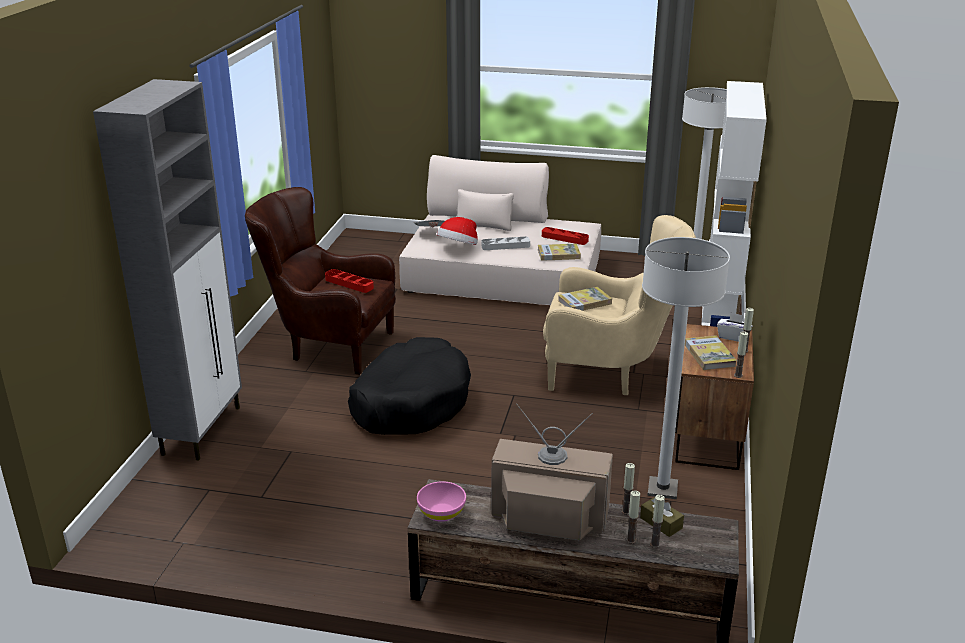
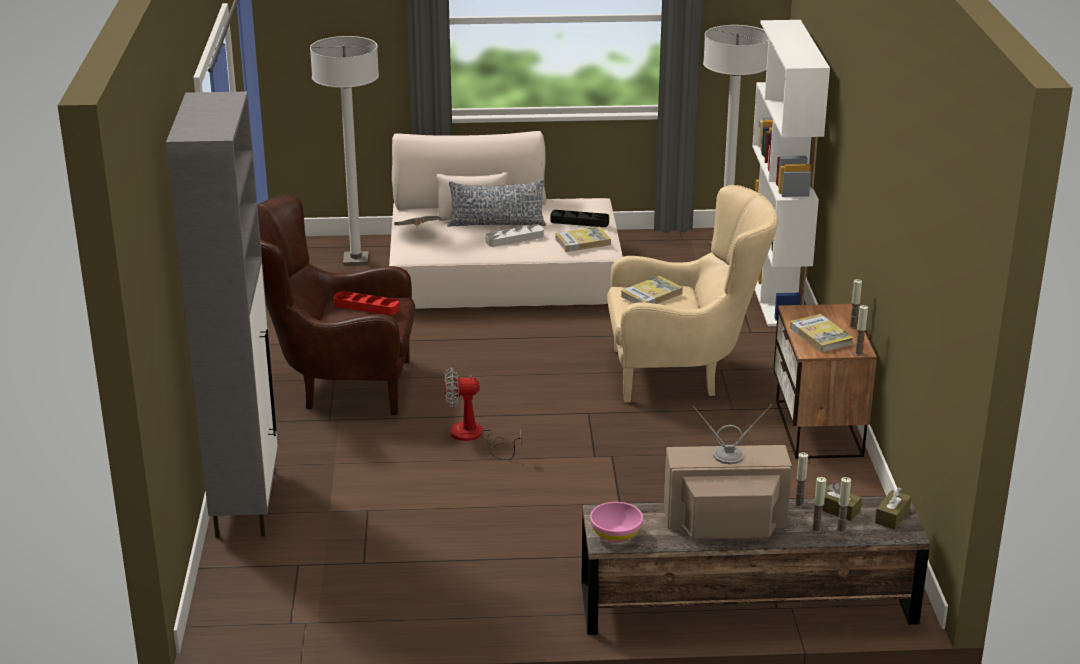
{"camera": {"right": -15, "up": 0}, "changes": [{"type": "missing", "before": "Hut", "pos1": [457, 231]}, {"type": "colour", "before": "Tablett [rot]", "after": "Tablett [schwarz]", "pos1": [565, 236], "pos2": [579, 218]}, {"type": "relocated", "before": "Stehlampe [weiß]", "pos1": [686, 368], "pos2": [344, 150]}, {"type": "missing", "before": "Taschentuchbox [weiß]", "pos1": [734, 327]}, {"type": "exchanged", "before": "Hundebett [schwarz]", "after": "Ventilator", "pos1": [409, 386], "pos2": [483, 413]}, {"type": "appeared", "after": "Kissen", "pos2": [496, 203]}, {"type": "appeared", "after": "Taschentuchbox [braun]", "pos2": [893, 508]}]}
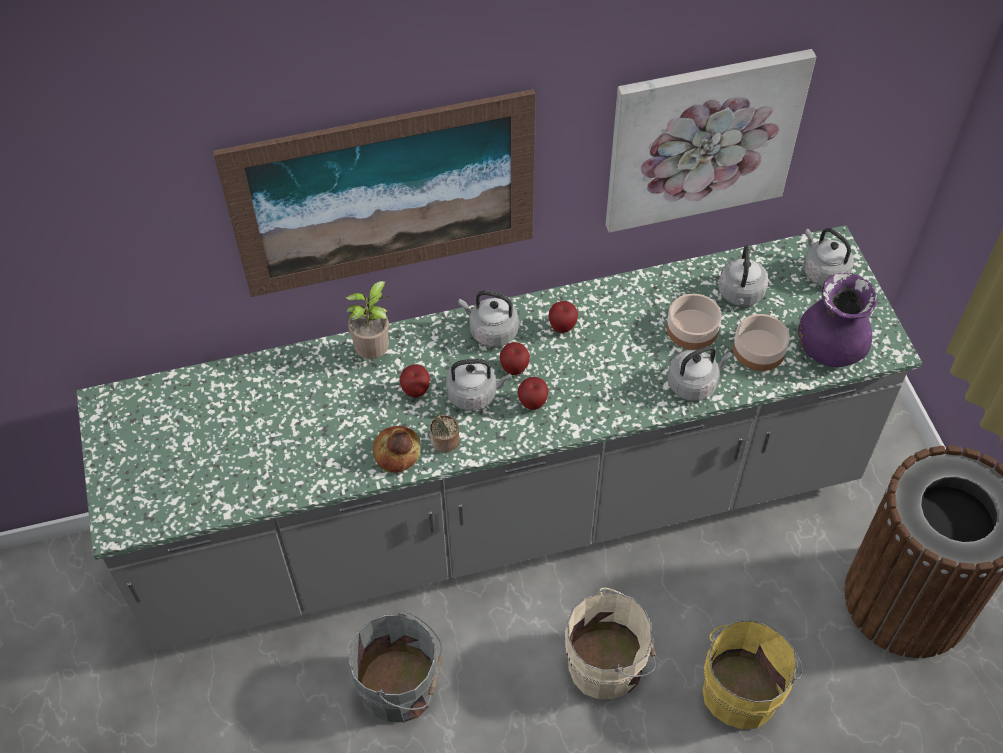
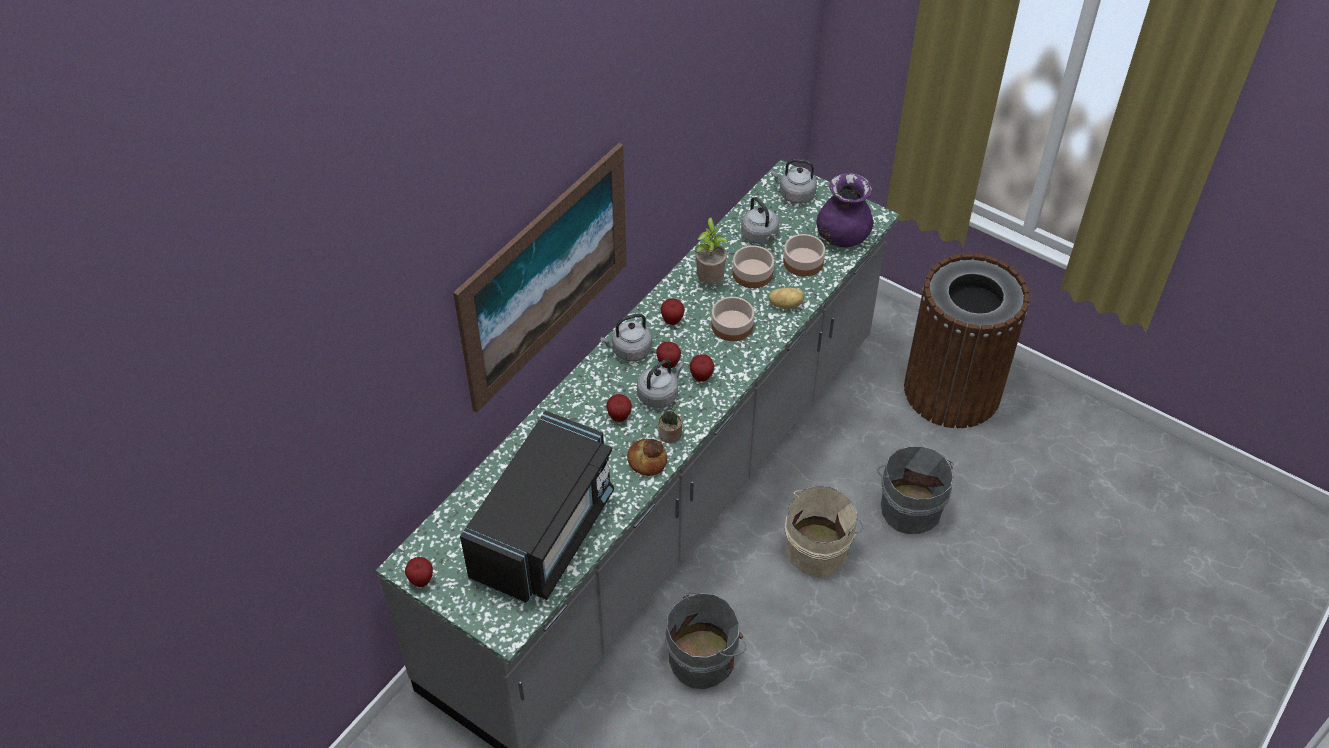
{"camera": {"right": -40, "up": -5}, "changes": [{"type": "missing", "before": "Bild", "pos1": [711, 141]}, {"type": "relocated", "before": "Topfpflanze", "pos1": [367, 320], "pos2": [711, 250]}, {"type": "exchanged", "before": "Wasserkessel [grau]", "after": "Kartoffel", "pos1": [699, 373], "pos2": [786, 298]}, {"type": "colour", "before": "Eimer [gelb]", "after": "Eimer [grau]", "pos1": [753, 674], "pos2": [915, 490]}, {"type": "appeared", "after": "Schüssel", "pos2": [732, 319]}, {"type": "appeared", "after": "Mikrowelle [schwarz]", "pos2": [537, 507]}, {"type": "appeared", "after": "Apfel", "pos2": [419, 572]}]}
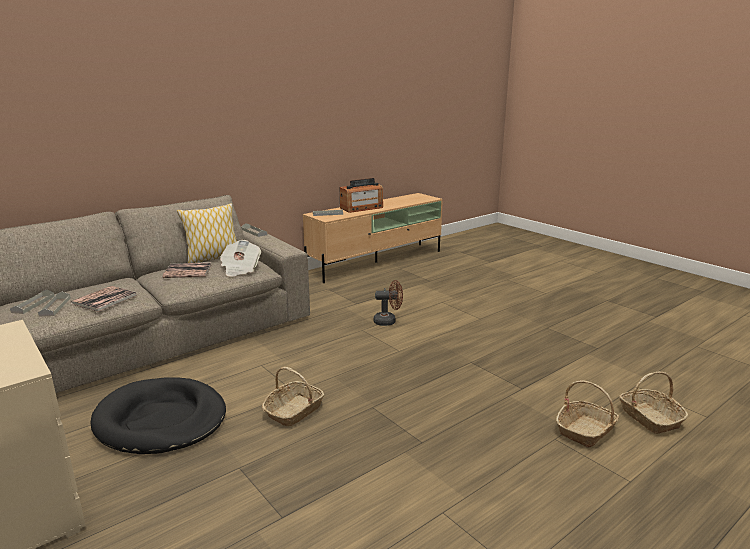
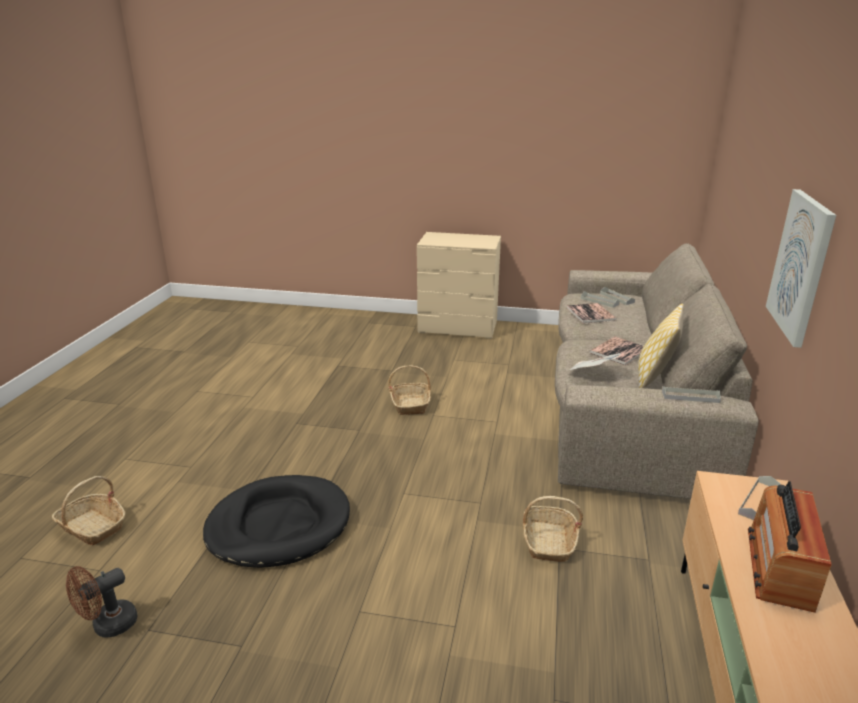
{"camera": {"right": 140, "up": 5}, "changes": [{"type": "relocated", "before": "Ventilator [braun]", "pos1": [388, 303], "pos2": [101, 602]}, {"type": "relocated", "before": "Hundebett [schwarz]", "pos1": [158, 415], "pos2": [276, 521]}, {"type": "relocated", "before": "Korb", "pos1": [587, 414], "pos2": [553, 529]}, {"type": "appeared", "after": "Bild", "pos2": [801, 268]}]}
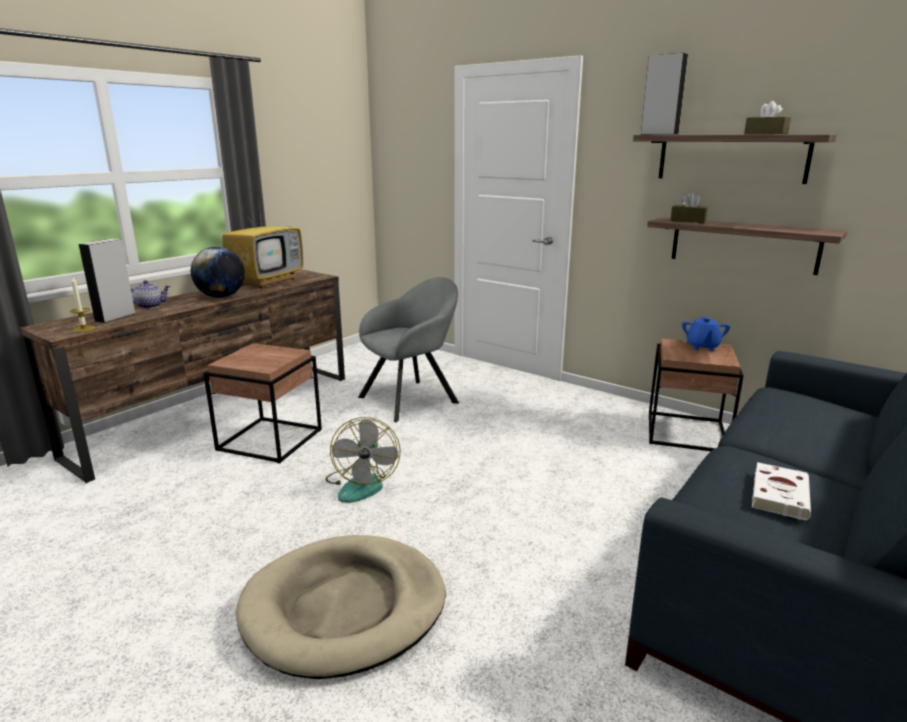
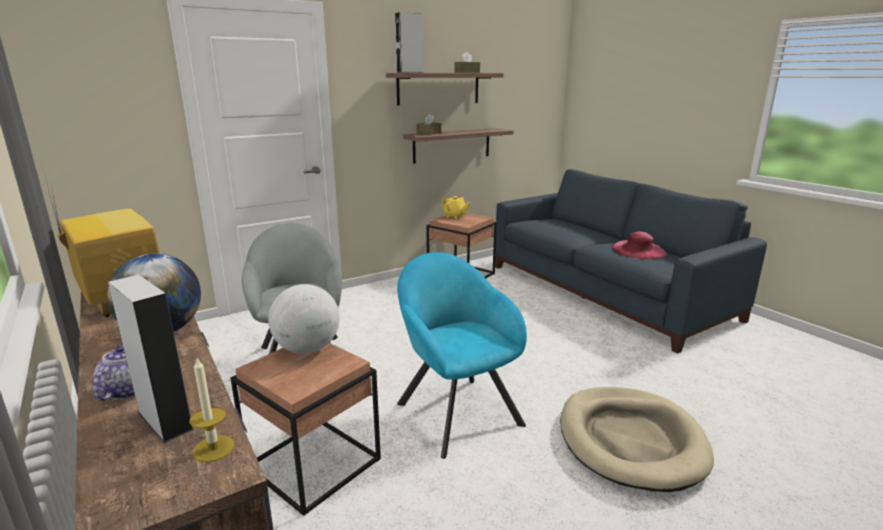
{"camera": {"right": -70, "up": 0}, "changes": [{"type": "colour", "before": "Teekanne [blau]", "after": "Teekanne [gelb]", "pos1": [706, 334], "pos2": [455, 207]}, {"type": "exchanged", "before": "Ventilator", "after": "Sessel [türkis]", "pos1": [362, 460], "pos2": [462, 355]}, {"type": "exchanged", "before": "Buch [weiß]", "after": "Hut [rosa]", "pos1": [781, 491], "pos2": [639, 245]}, {"type": "appeared", "after": "Globus", "pos2": [304, 319]}]}
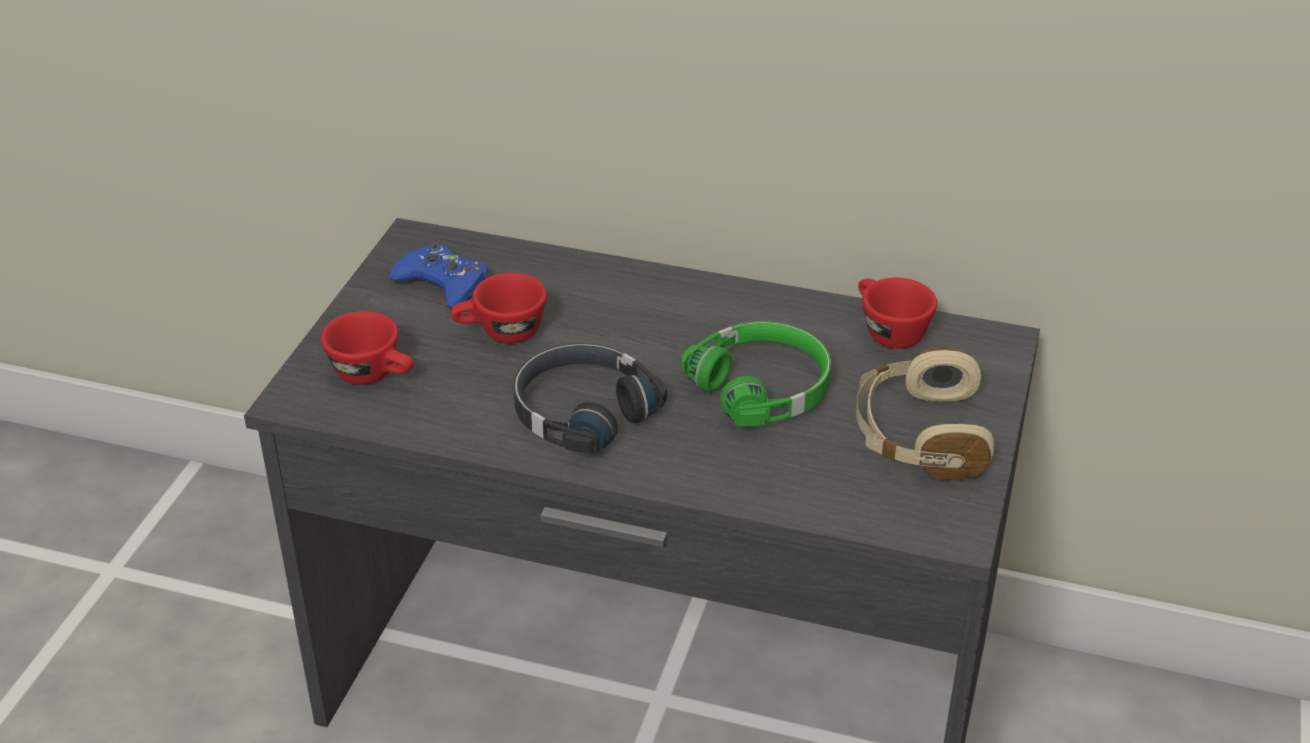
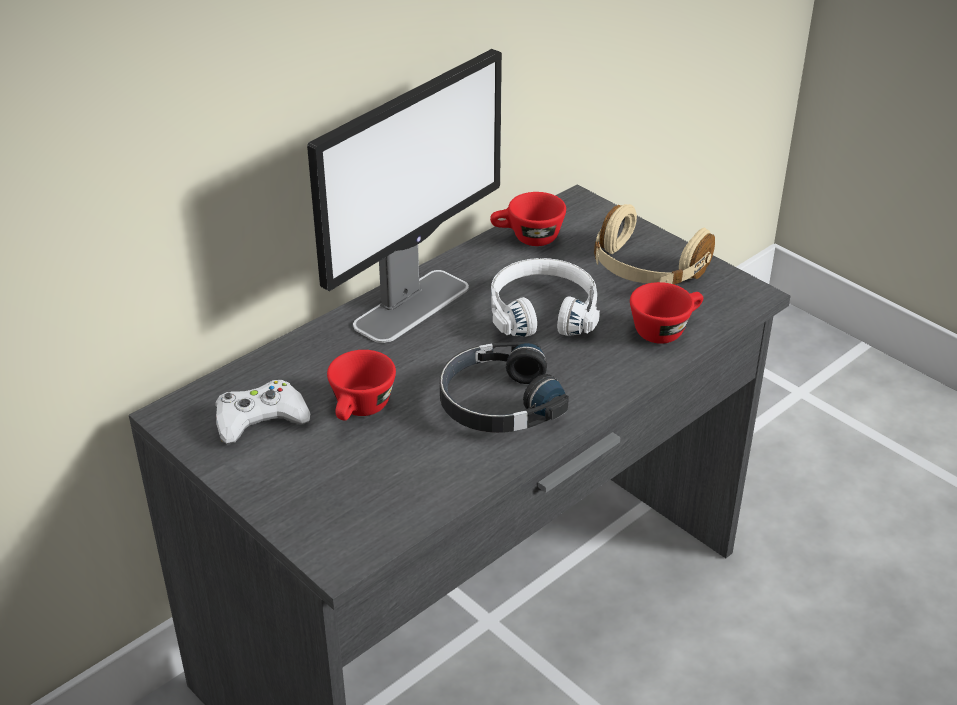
{"camera": {"right": -60, "up": 0}, "changes": [{"type": "colour", "before": "Gamepad [blau]", "after": "Gamepad [weiß]", "pos1": [438, 275], "pos2": [262, 412]}, {"type": "relocated", "before": "Tasse [rot]", "pos1": [367, 348], "pos2": [666, 313]}, {"type": "colour", "before": "Kopfhörer [grün]", "after": "Kopfhörer [weiß]", "pos1": [756, 374], "pos2": [545, 297]}, {"type": "appeared", "after": "Monitor", "pos2": [404, 196]}]}
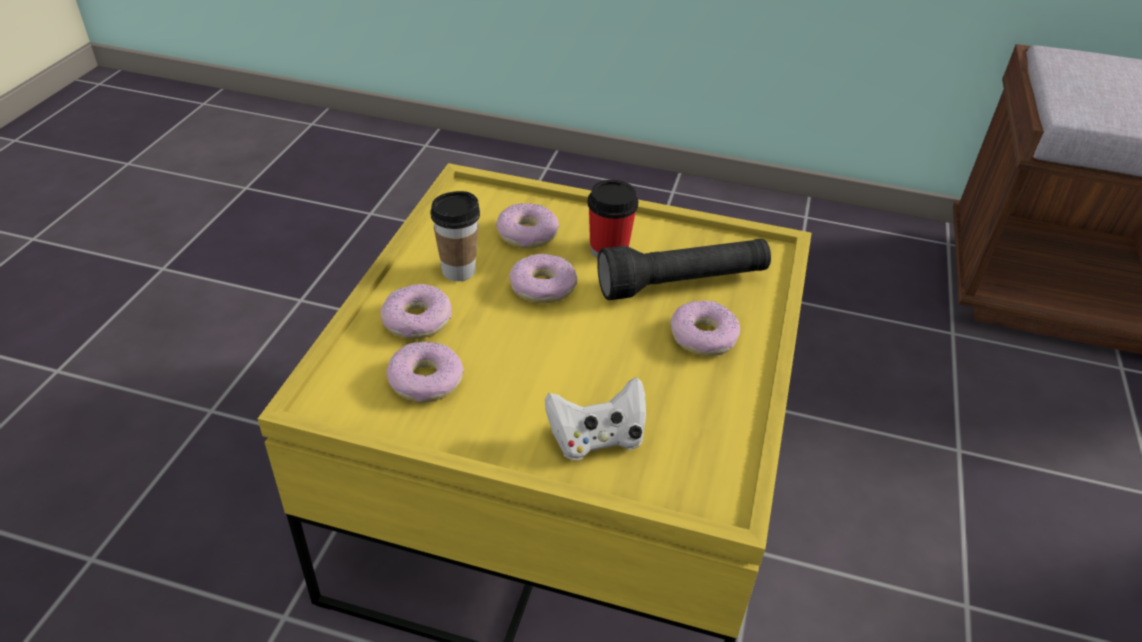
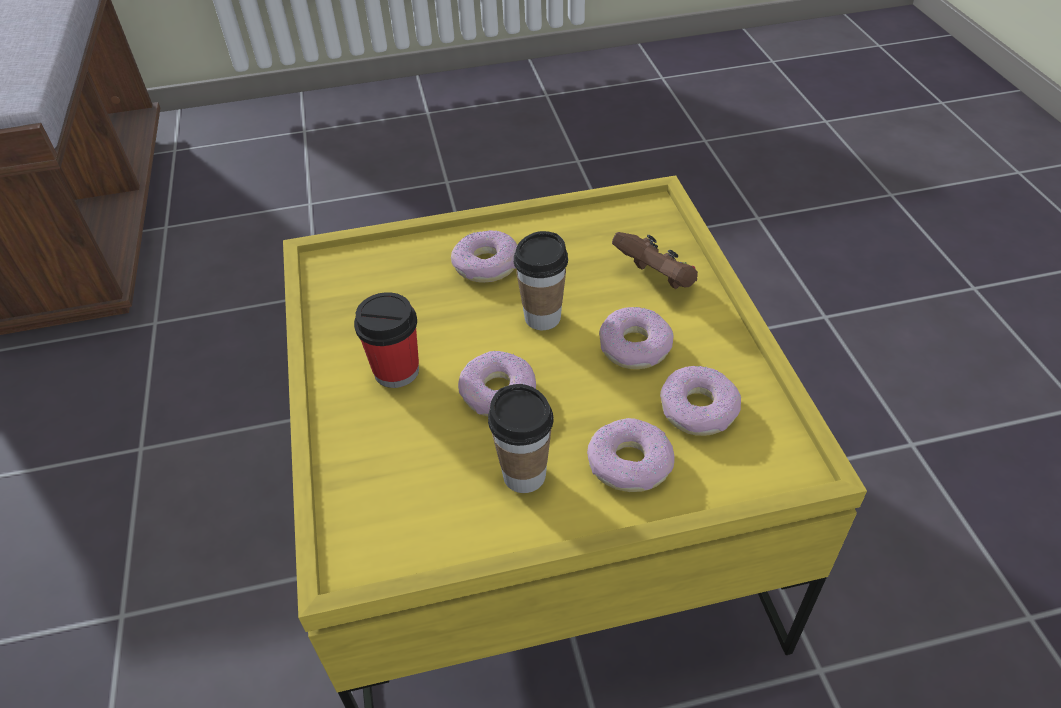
{"camera": {"right": -115, "up": 5}, "changes": [{"type": "relocated", "before": "Donut", "pos1": [527, 225], "pos2": [636, 338]}, {"type": "missing", "before": "Taschenlampe [schwarz]", "pos1": [684, 269]}, {"type": "colour", "before": "Gamepad [weiß]", "after": "Gamepad [braun]", "pos1": [595, 419], "pos2": [655, 260]}, {"type": "appeared", "after": "Tasse", "pos2": [541, 280]}]}
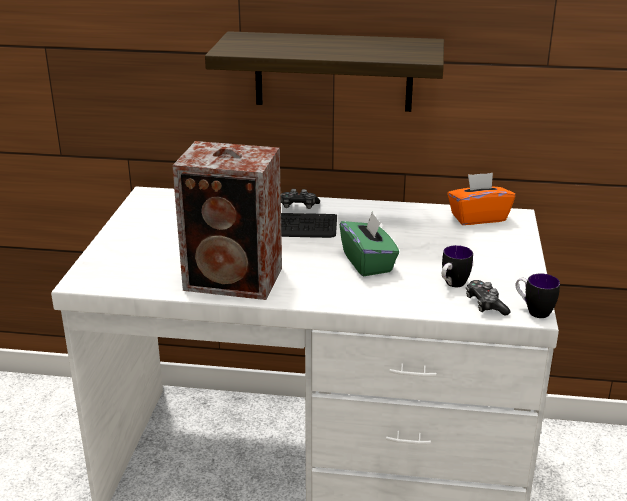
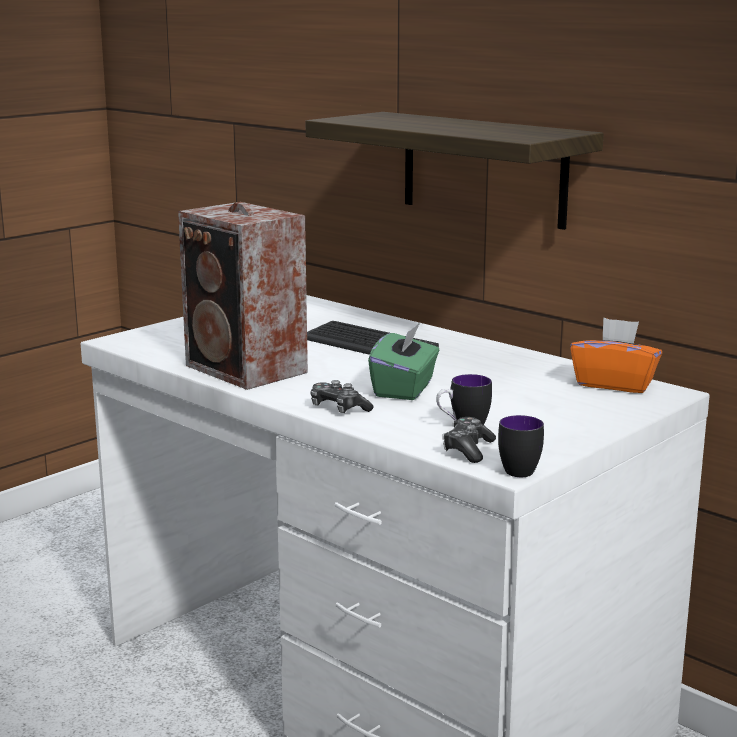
{"camera": {"right": 35, "up": -10}, "changes": [{"type": "relocated", "before": "Gamepad", "pos1": [300, 199], "pos2": [342, 396]}]}
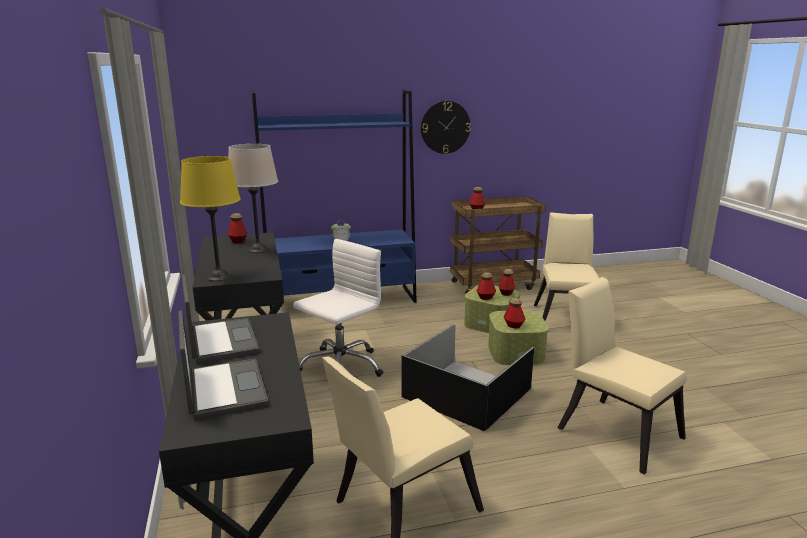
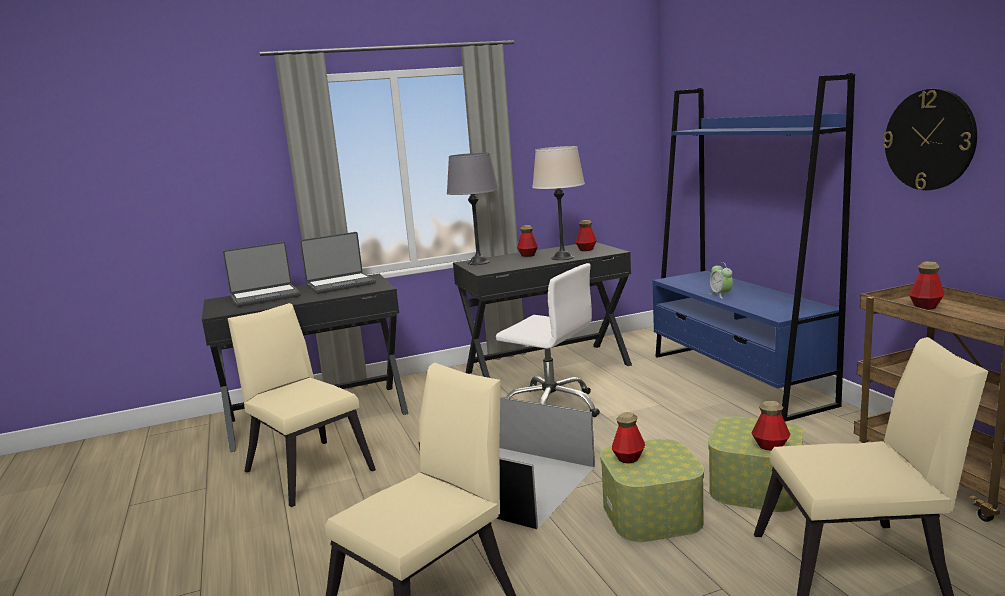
{"camera": {"right": 85, "up": -5}, "changes": [{"type": "colour", "before": "Tischlampe [gelb]", "after": "Tischlampe [grau]", "pos1": [210, 218], "pos2": [472, 208]}, {"type": "relocated", "before": "Flasche", "pos1": [486, 286], "pos2": [527, 241]}]}
